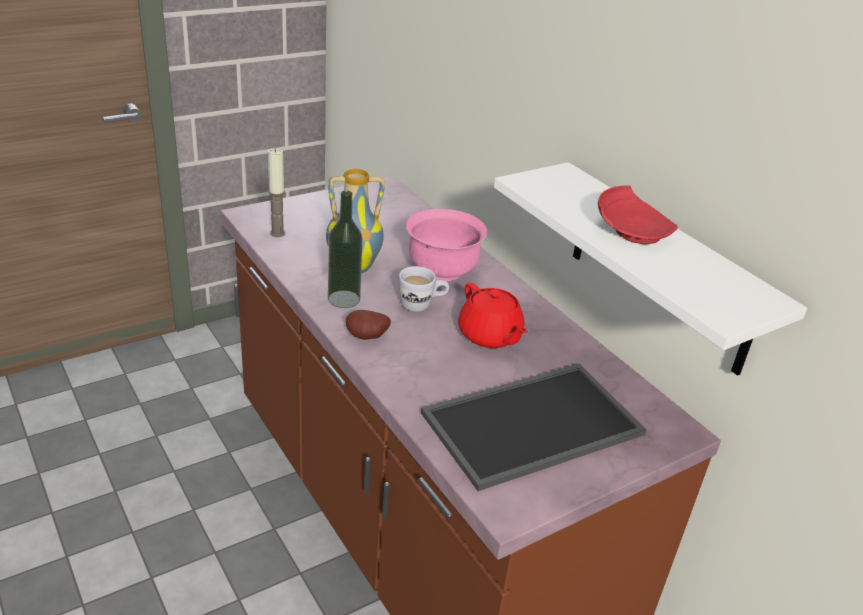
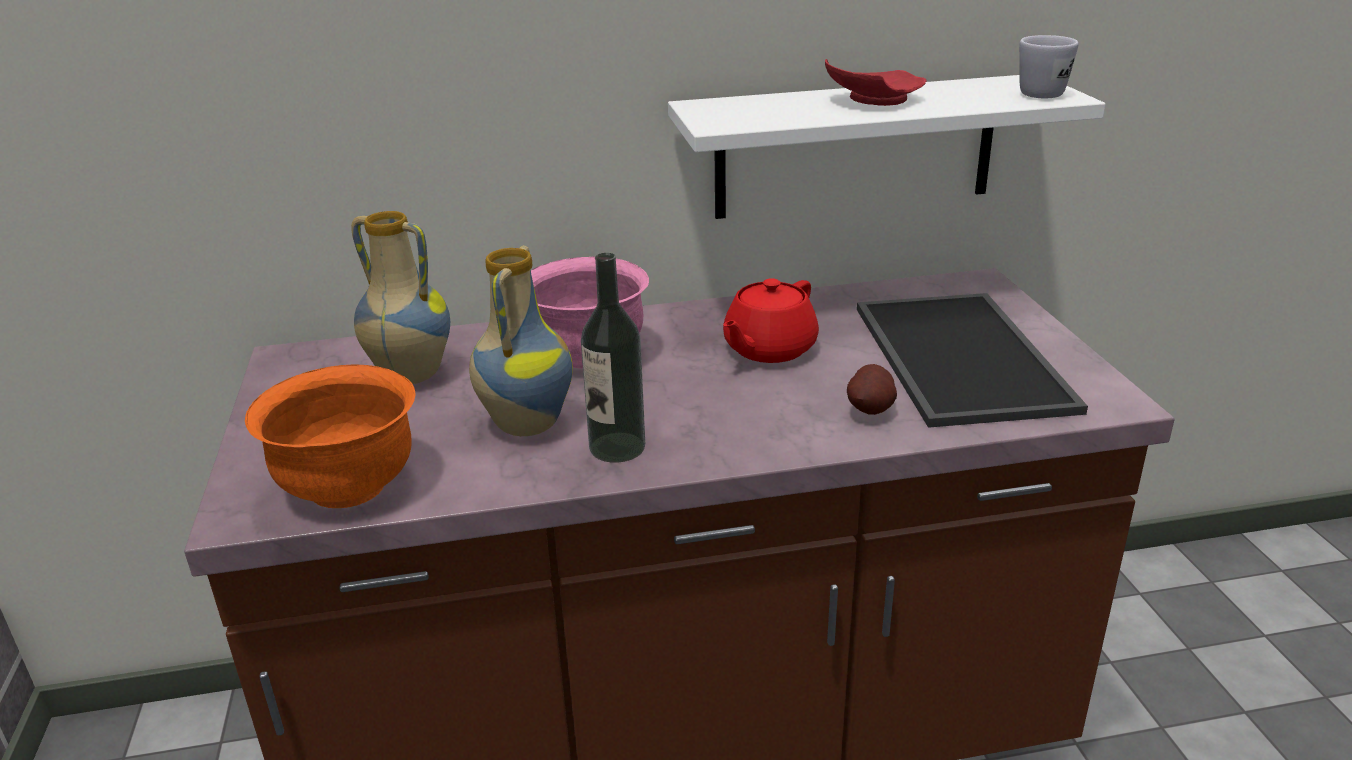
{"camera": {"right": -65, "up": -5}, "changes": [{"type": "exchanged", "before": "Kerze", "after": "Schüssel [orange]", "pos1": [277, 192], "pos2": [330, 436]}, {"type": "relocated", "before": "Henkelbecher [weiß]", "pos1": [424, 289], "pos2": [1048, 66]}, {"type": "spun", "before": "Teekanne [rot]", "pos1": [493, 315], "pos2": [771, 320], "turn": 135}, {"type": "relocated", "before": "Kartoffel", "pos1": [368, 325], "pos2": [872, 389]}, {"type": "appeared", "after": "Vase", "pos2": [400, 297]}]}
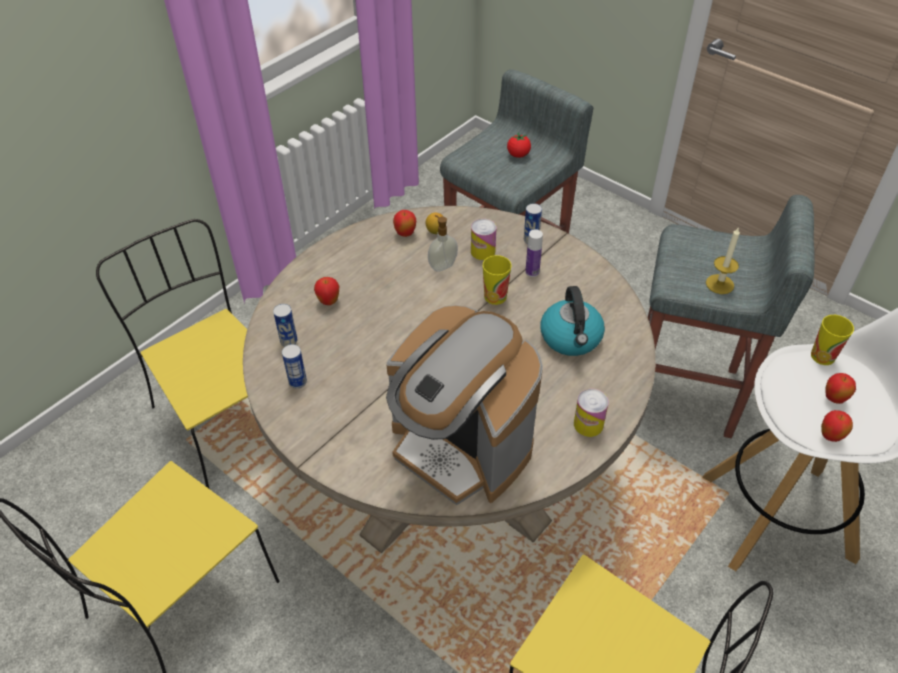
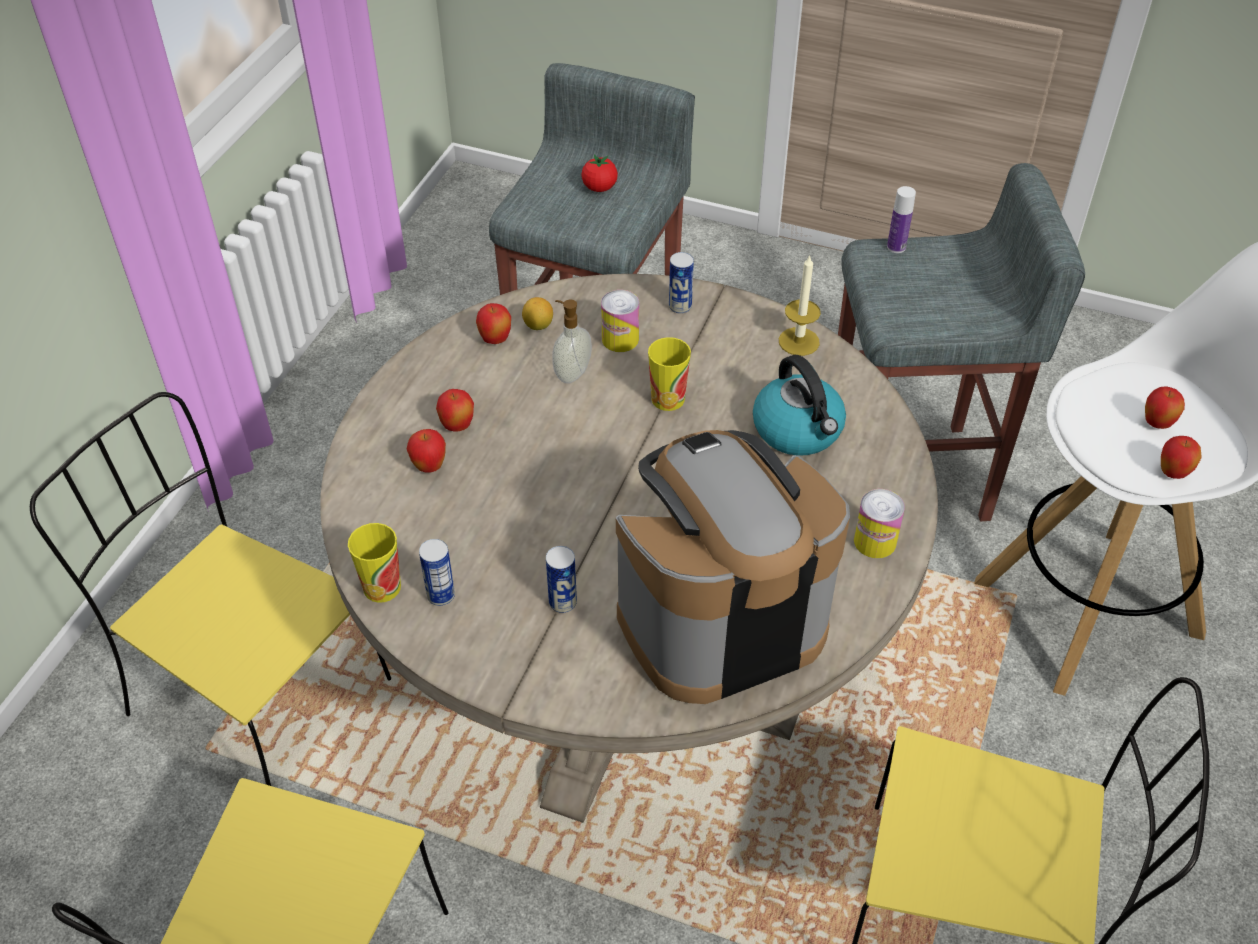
{"camera": {"right": -20, "up": 0}, "changes": [{"type": "relocated", "before": "Kerze", "pos1": [723, 261], "pos2": [800, 305]}, {"type": "relocated", "before": "Flasche", "pos1": [534, 253], "pos2": [901, 219]}, {"type": "relocated", "before": "Dose", "pos1": [285, 325], "pos2": [561, 579]}, {"type": "spun", "before": "Kaffeemaschine", "pos1": [464, 405], "pos2": [733, 567], "turn": 135}, {"type": "relocated", "before": "Tasse", "pos1": [832, 340], "pos2": [374, 563]}, {"type": "appeared", "after": "Apfel", "pos2": [455, 410]}]}
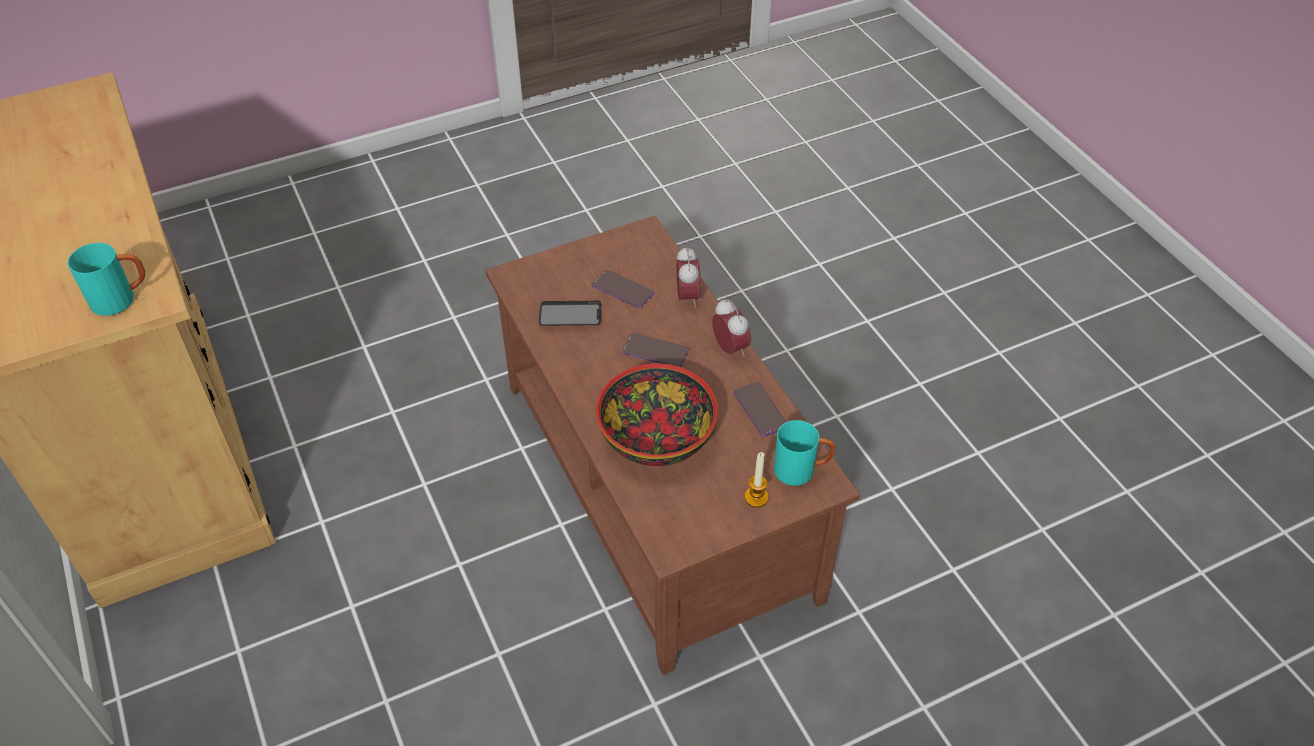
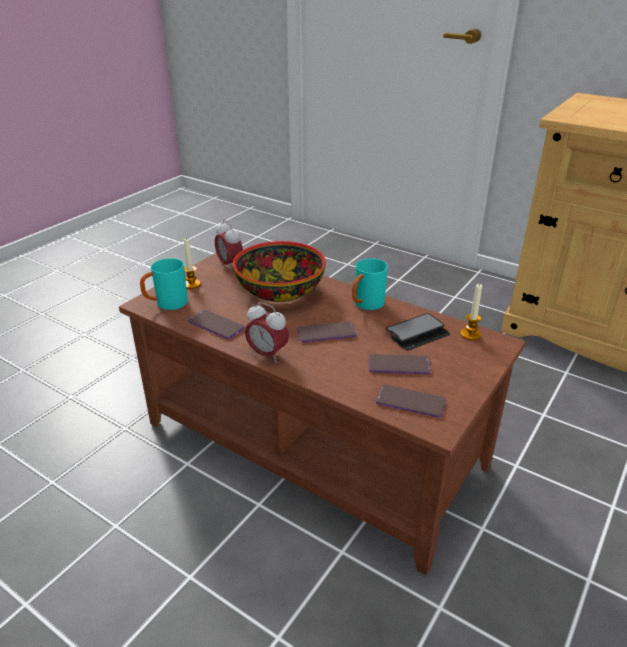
{"camera": {"right": 150, "up": -15}, "changes": [{"type": "relocated", "before": "Henkelbecher [türkis]", "pos1": [106, 279], "pos2": [370, 284]}, {"type": "relocated", "before": "Wecker", "pos1": [689, 277], "pos2": [229, 245]}, {"type": "appeared", "after": "Kerze", "pos2": [471, 312]}, {"type": "appeared", "after": "Handy", "pos2": [411, 401]}]}
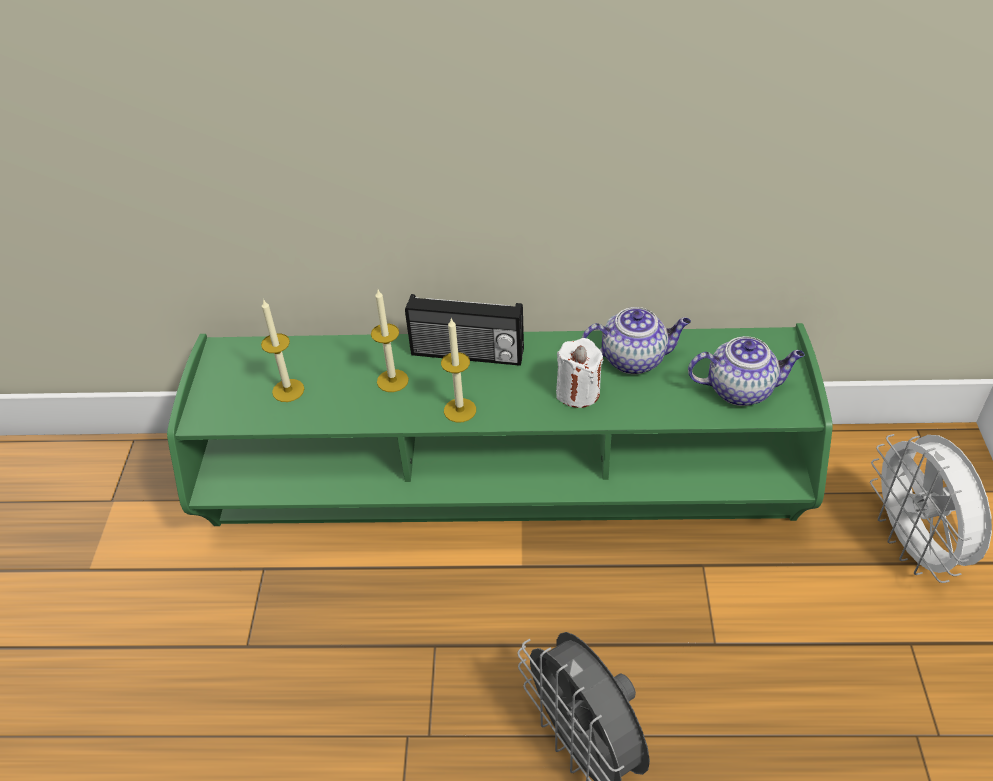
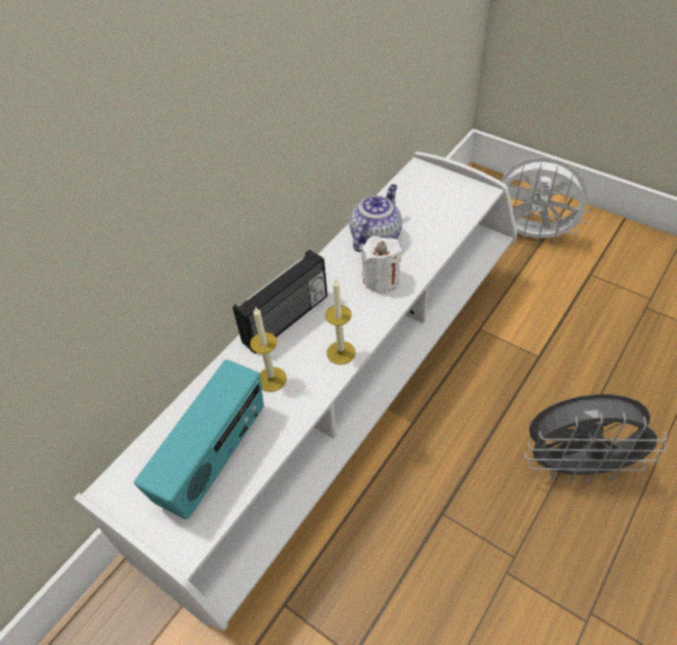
{"camera": {"right": -55, "up": 5}, "changes": [{"type": "exchanged", "before": "Kerze", "after": "Radio", "pos1": [282, 350], "pos2": [199, 439]}, {"type": "colour", "before": "Fernsehschrank [grün]", "after": "Fernsehschrank [weiß]", "pos1": [500, 424], "pos2": [295, 391]}, {"type": "missing", "before": "Teekanne", "pos1": [746, 371]}]}
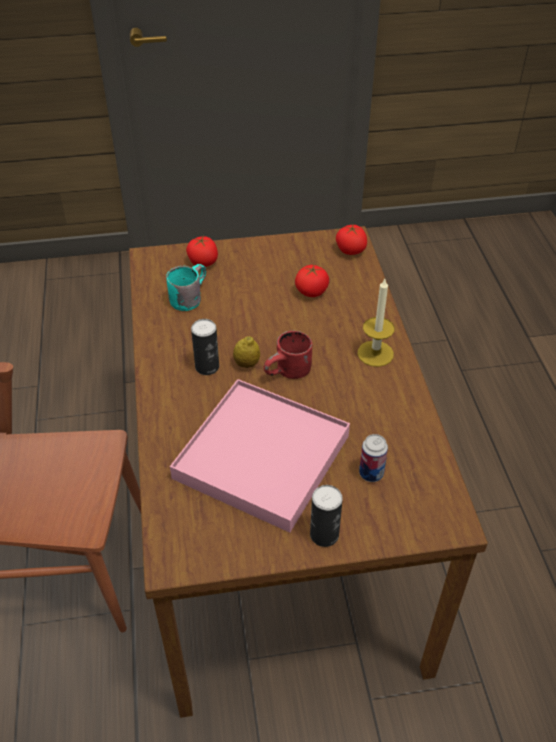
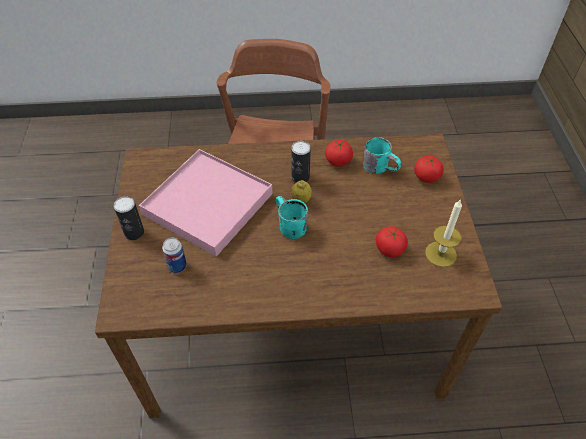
{"camera": {"right": 95, "up": 5}, "changes": [{"type": "relocated", "before": "Tomate", "pos1": [351, 240], "pos2": [339, 153]}, {"type": "relocated", "before": "Kerze", "pos1": [376, 323], "pos2": [443, 233]}, {"type": "colour", "before": "Henkelbecher [rot]", "after": "Henkelbecher [türkis]", "pos1": [288, 355], "pos2": [292, 217]}]}
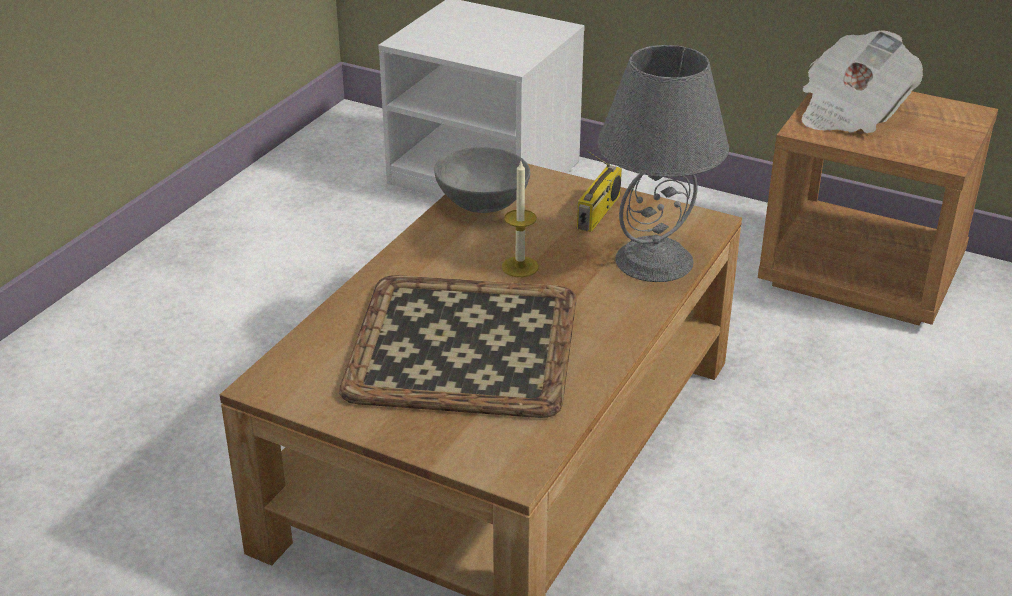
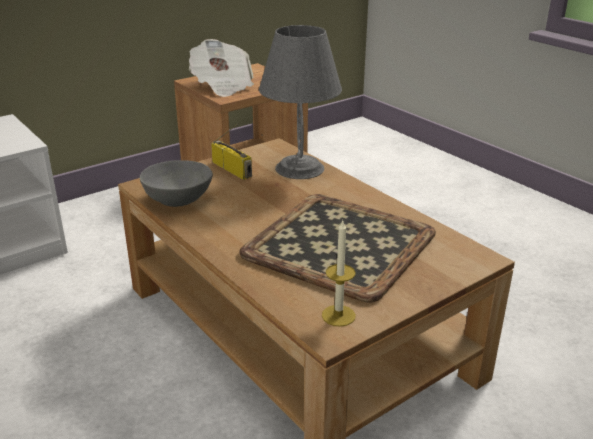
{"camera": {"right": -65, "up": -5}, "changes": [{"type": "relocated", "before": "Kerze", "pos1": [520, 219], "pos2": [339, 274]}]}
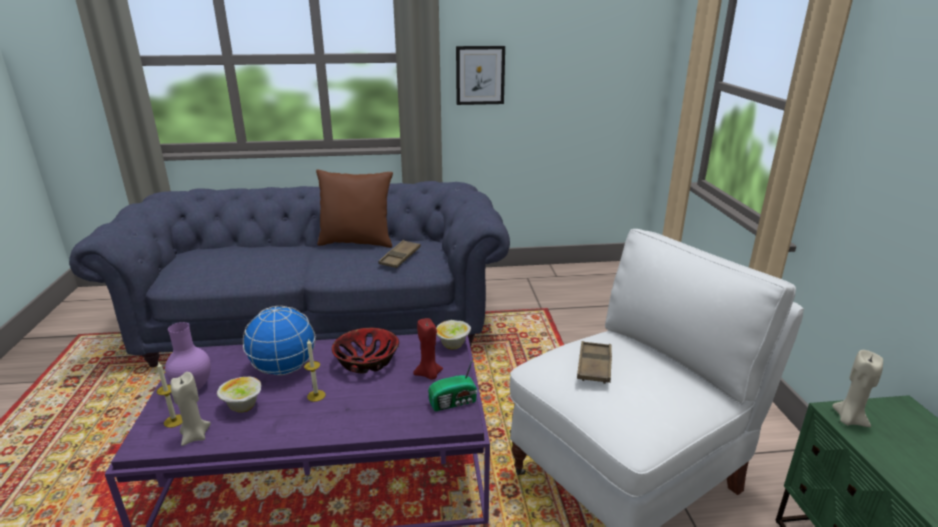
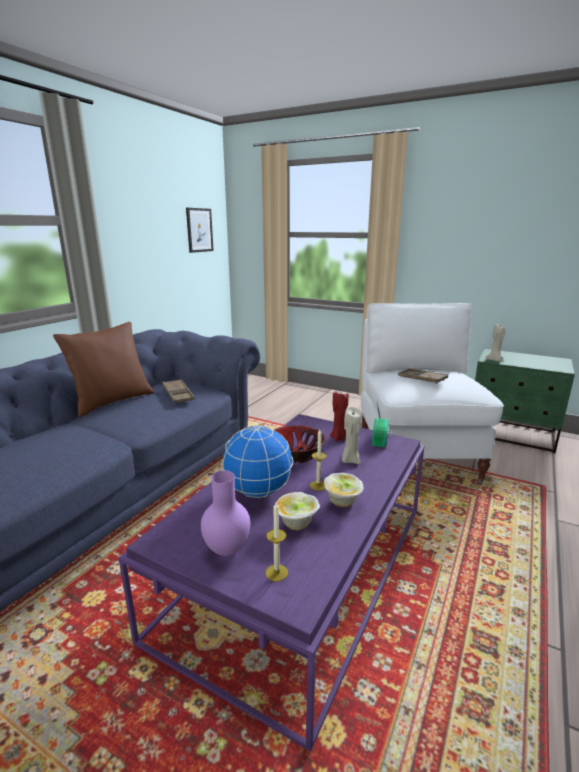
{"camera": {"right": -55, "up": -5}, "changes": [{"type": "relocated", "before": "Bild", "pos1": [480, 75], "pos2": [200, 230]}, {"type": "relocated", "before": "Schüssel", "pos1": [453, 335], "pos2": [343, 490]}, {"type": "relocated", "before": "Kerze [beige]", "pos1": [191, 409], "pos2": [352, 435]}]}
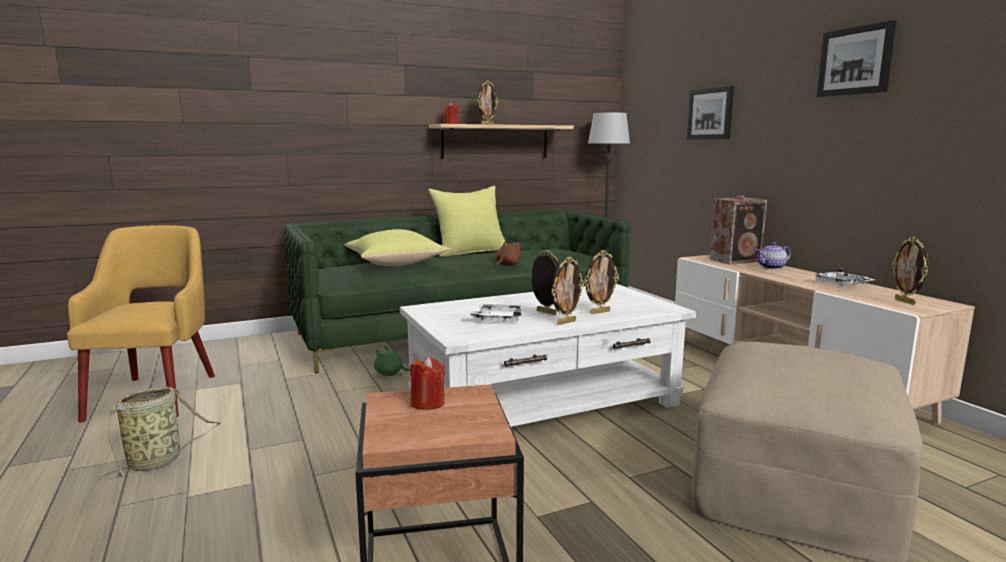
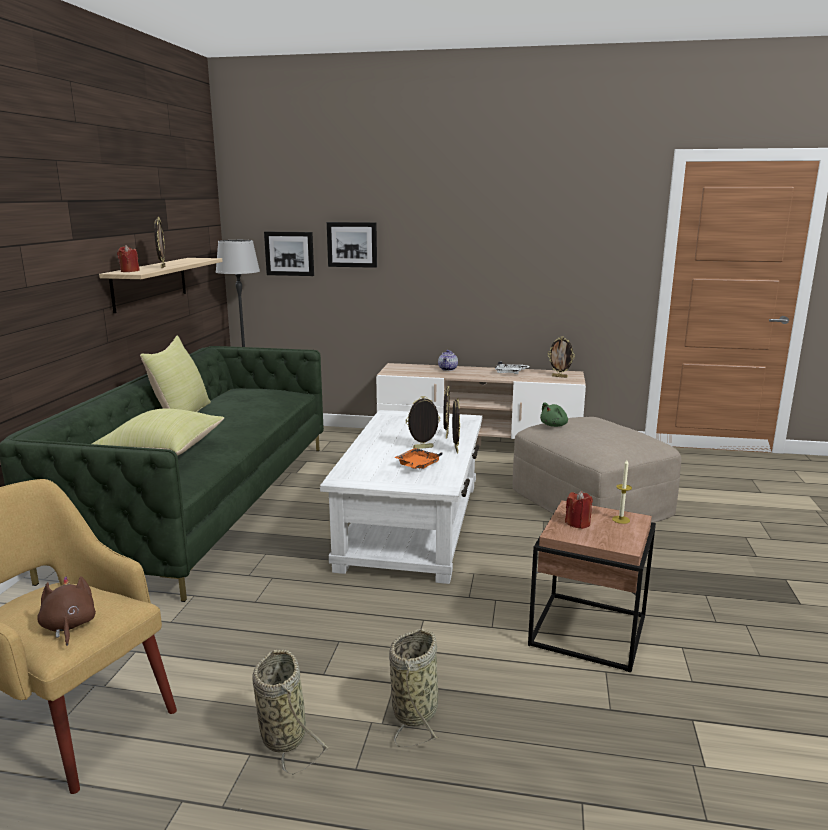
{"camera": {"right": -55, "up": 5}, "changes": [{"type": "relocated", "before": "Bild", "pos1": [856, 58], "pos2": [289, 254]}, {"type": "missing", "before": "Lautsprecher", "pos1": [738, 229]}, {"type": "relocated", "before": "Plüschtier [braun]", "pos1": [508, 253], "pos2": [66, 611]}, {"type": "colour", "before": "Tablett [weiß]", "after": "Tablett [orange]", "pos1": [494, 313], "pos2": [418, 458]}, {"type": "relocated", "before": "Plüschtier [grün]", "pos1": [392, 361], "pos2": [554, 414]}, {"type": "appeared", "after": "Kerze", "pos2": [622, 492]}, {"type": "appeared", "after": "Korb", "pos2": [413, 688]}]}
